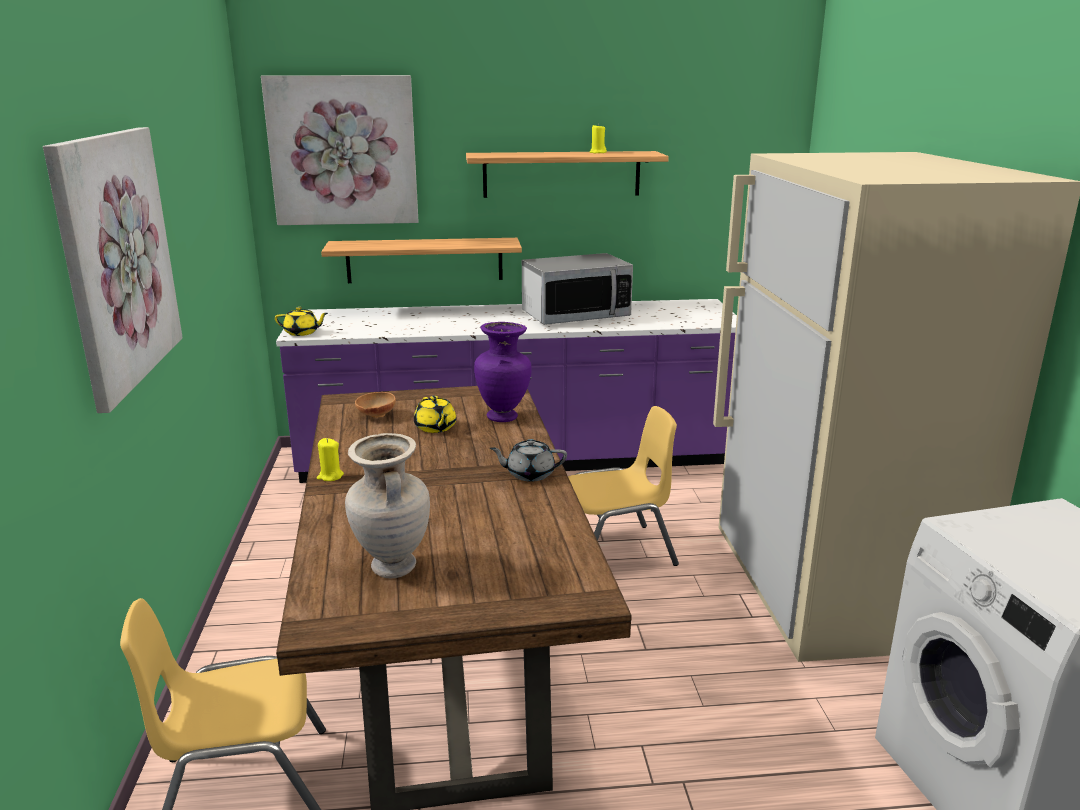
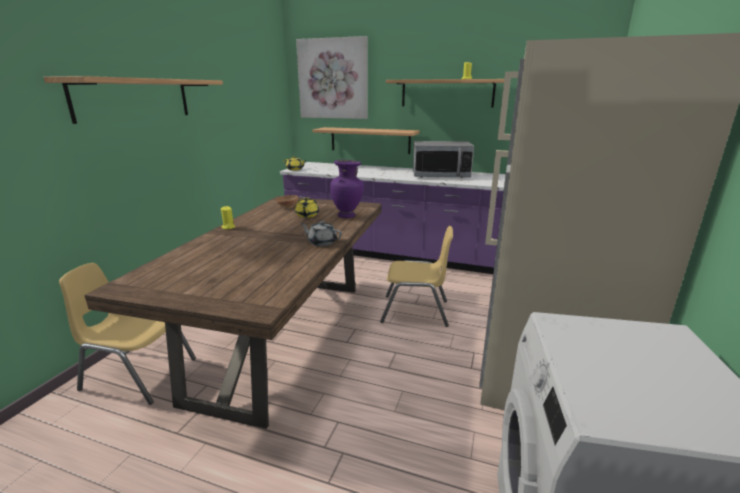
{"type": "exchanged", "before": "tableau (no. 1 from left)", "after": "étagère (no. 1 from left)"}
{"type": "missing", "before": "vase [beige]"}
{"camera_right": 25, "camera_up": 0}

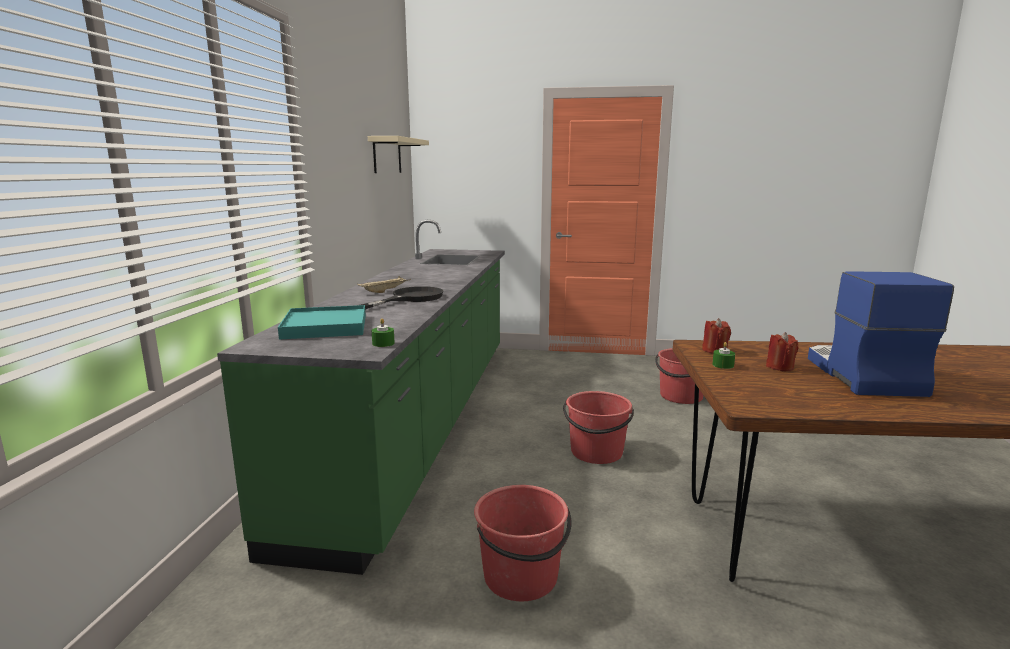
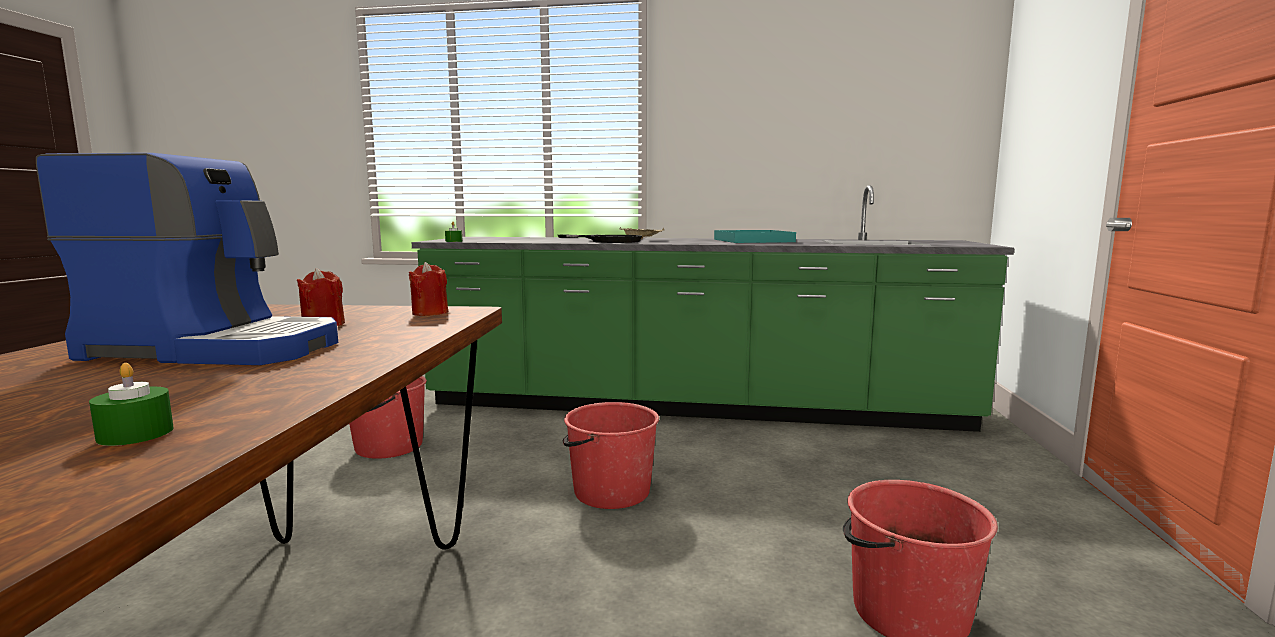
{"type": "missing", "before": "étagère [beige]"}
{"type": "relocated", "before": "plateau [turquoise]"}
{"type": "relocated", "before": "bougie [vert] (no. 2 from left in the first image)", "after": "bougie [vert] (no. 1 from left)"}
{"camera_right": 90, "camera_up": -5}

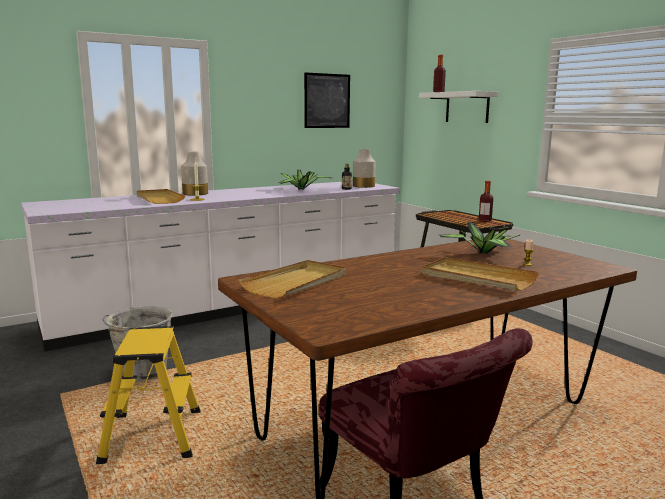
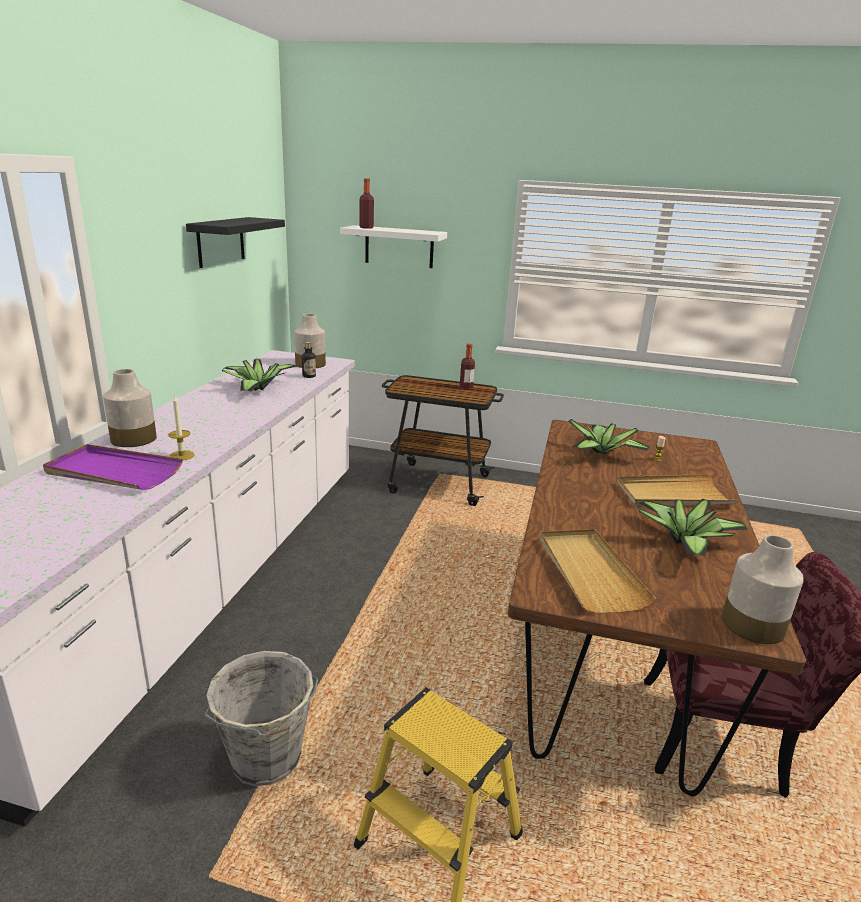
{"type": "exchanged", "before": "tableau", "after": "étagère [noir]"}
{"type": "colour", "before": "plateau [beige] (no. 1 from left)", "after": "plateau [violet]"}
{"type": "appeared", "after": "plante en pot (no. 3 from left)"}
{"type": "appeared", "after": "vase [beige] (no. 3 from left)"}
{"camera_right": -45, "camera_up": 10}

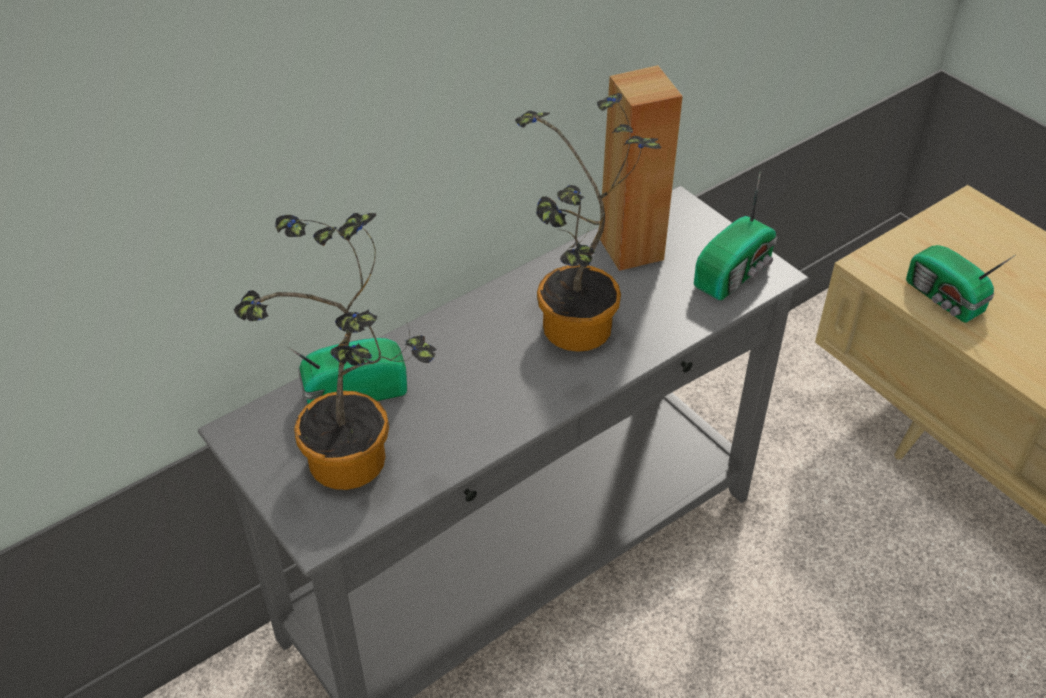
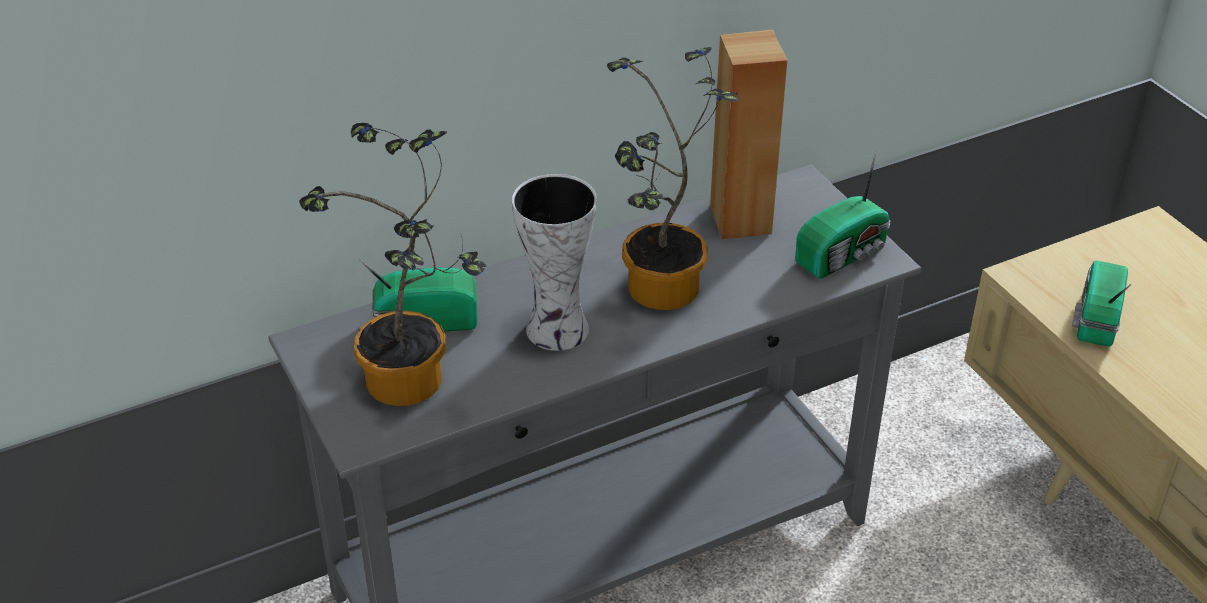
{"type": "spun", "before": "radio (no. 3 from left)", "turn": 45}
{"type": "appeared", "after": "vase"}
{"camera_right": 10, "camera_up": -5}

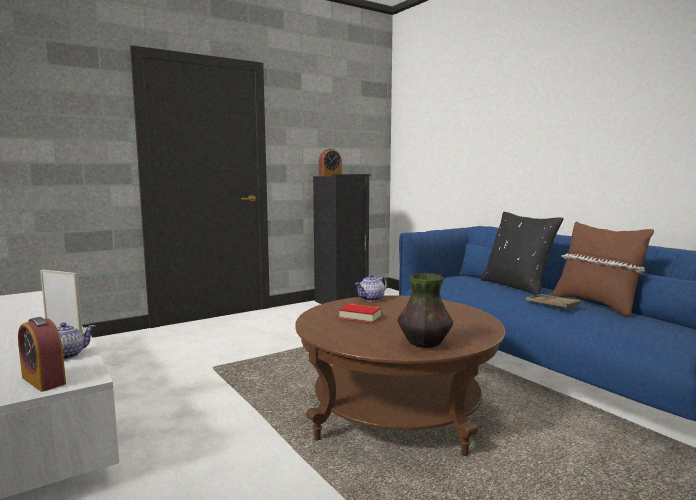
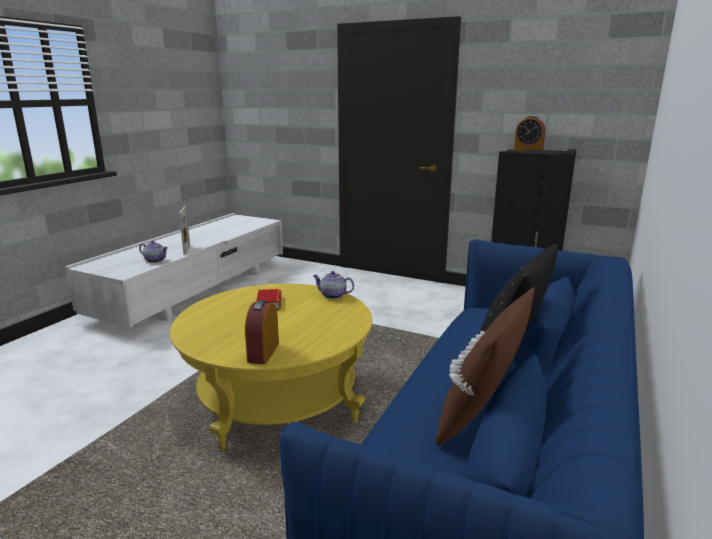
{"type": "missing", "before": "vase"}
{"type": "missing", "before": "plateau [marron]"}
{"type": "colour", "before": "table basse [marron]", "after": "table basse [jaune]"}
{"type": "relocated", "before": "réveil (no. 1 from left)"}
{"camera_right": 60, "camera_up": 10}

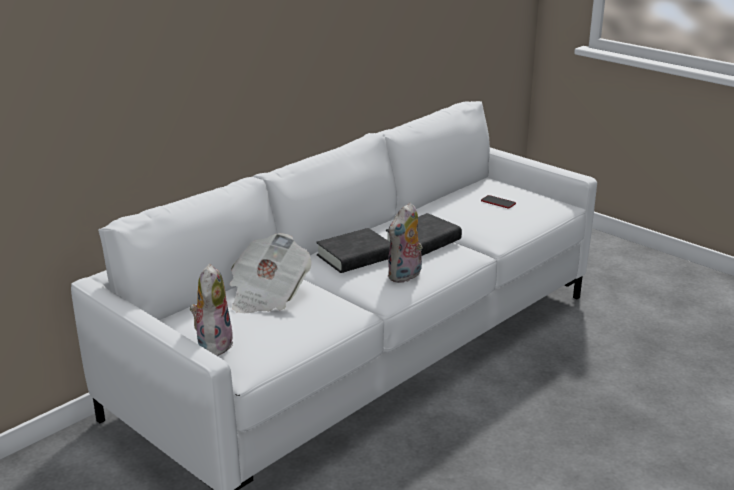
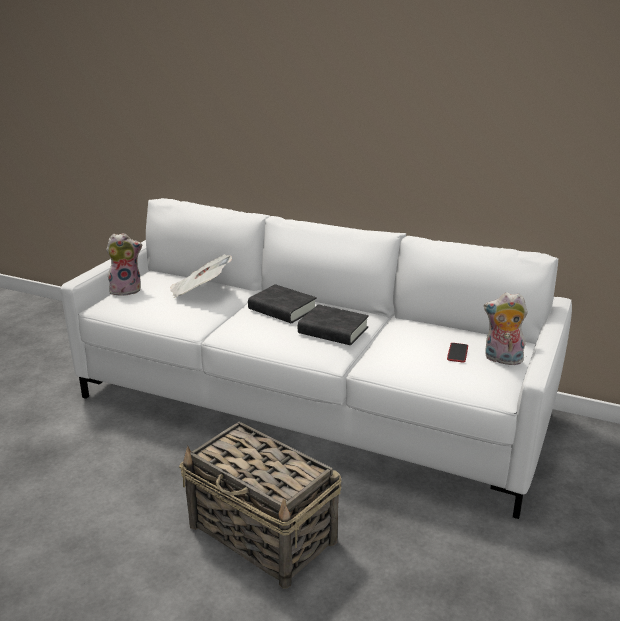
{"type": "relocated", "before": "peluche (no. 2 from left)"}
{"type": "appeared", "after": "panier"}
{"camera_right": 70, "camera_up": 0}

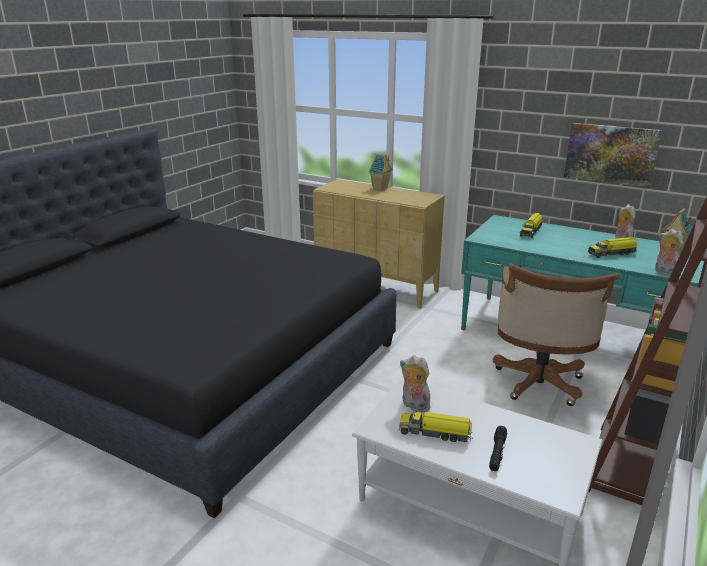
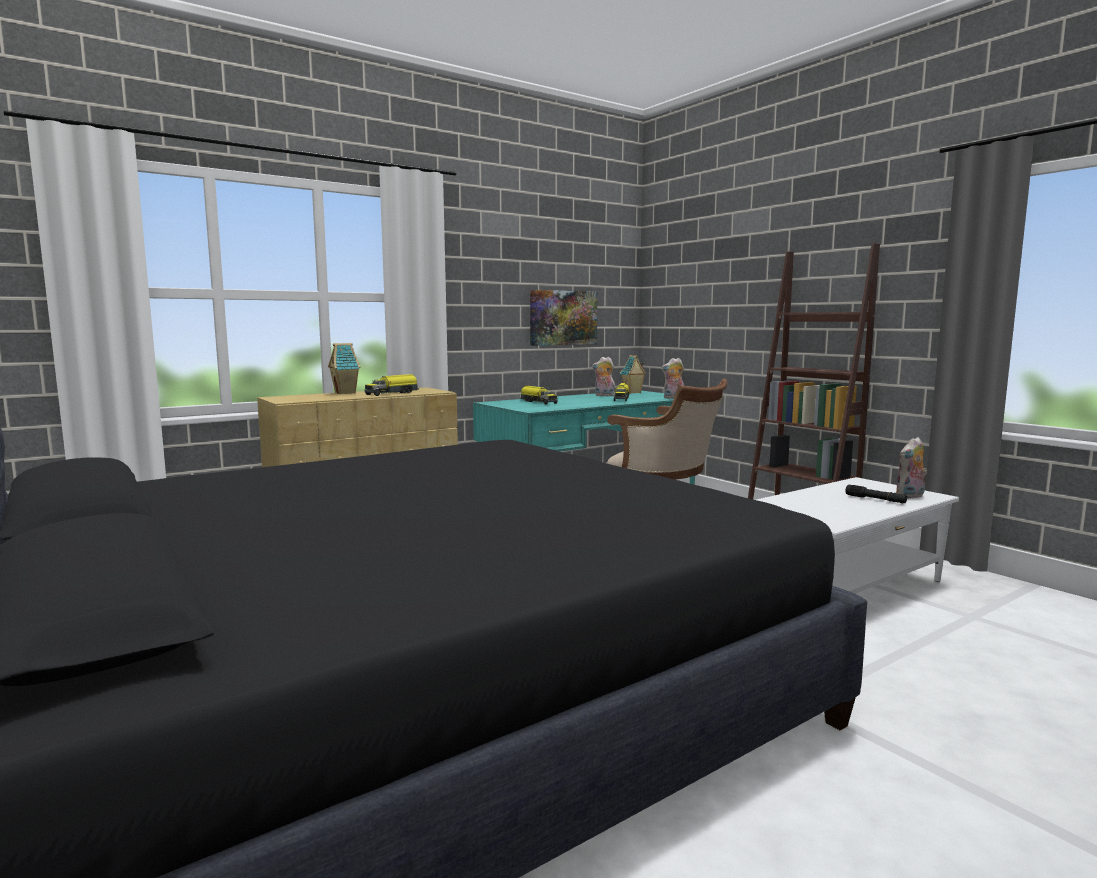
{"type": "relocated", "before": "peluche (no. 1 from left in the first image)", "after": "peluche (no. 3 from left)"}
{"type": "relocated", "before": "camion jouet (no. 1 from left)"}
{"camera_right": -65, "camera_up": -15}

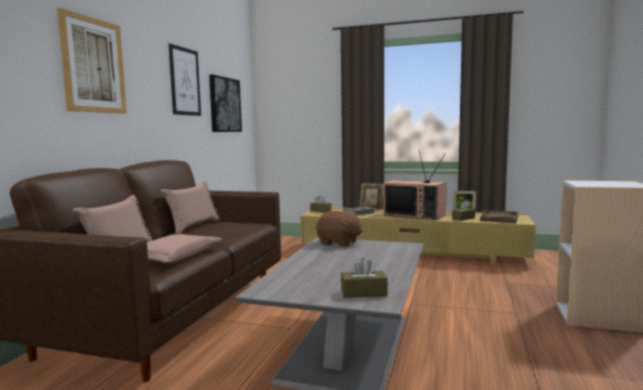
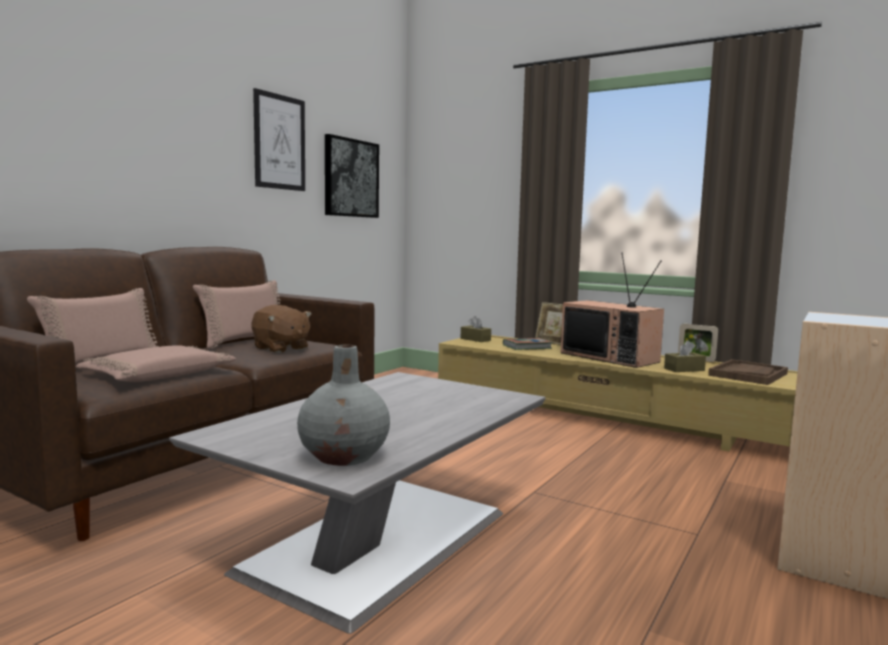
{"type": "missing", "before": "tableau (no. 1 from left)"}
{"type": "relocated", "before": "peluche [marron]"}
{"type": "exchanged", "before": "boîte à mouchoirs [marron] (no. 2 from left)", "after": "vase [gris]"}
{"camera_right": 15, "camera_up": 0}

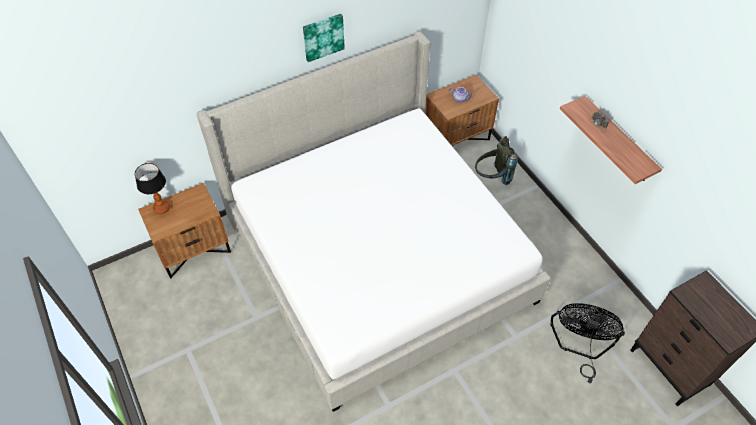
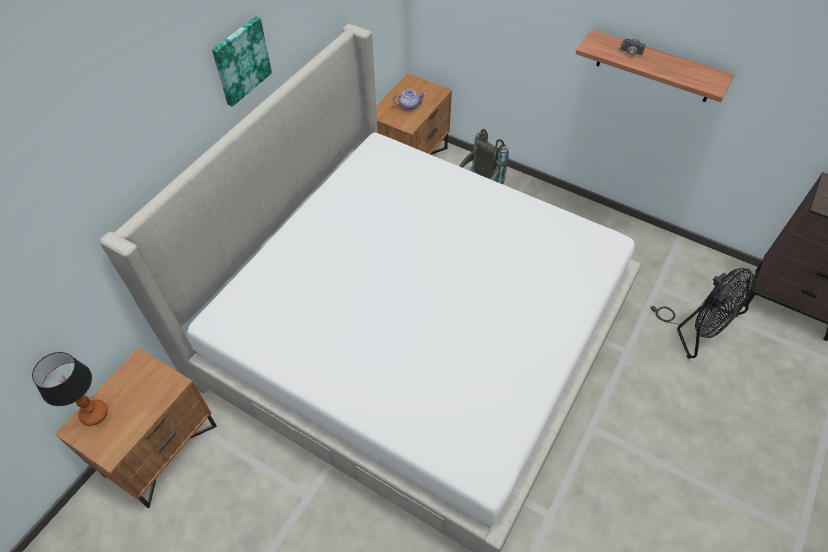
{"type": "spun", "before": "ventilateur [noir]", "turn": 150}
{"camera_right": -30, "camera_up": 0}

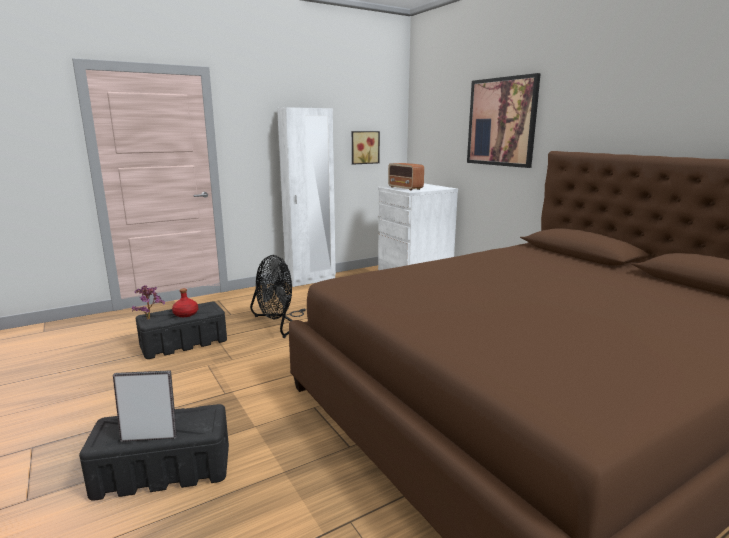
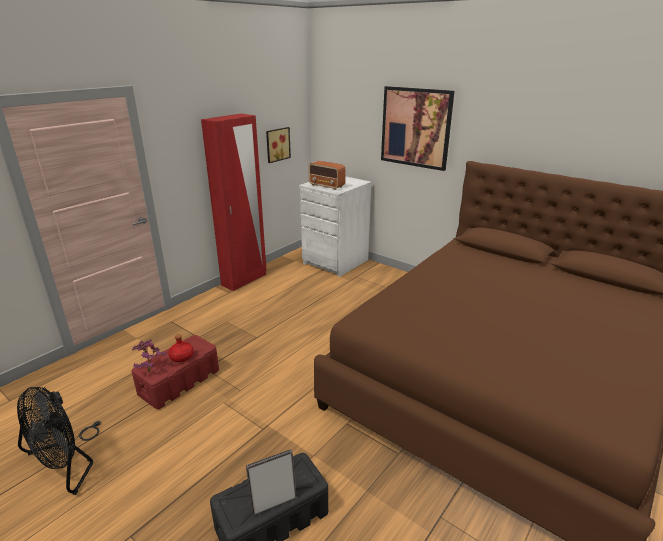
{"type": "colour", "before": "armoire [blanc]", "after": "armoire [rouge]"}
{"type": "relocated", "before": "ventilateur [noir]"}
{"type": "colour", "before": "boîte de rangement [noir] (no. 2 from left)", "after": "boîte de rangement [rouge]"}
{"camera_right": -20, "camera_up": 10}

